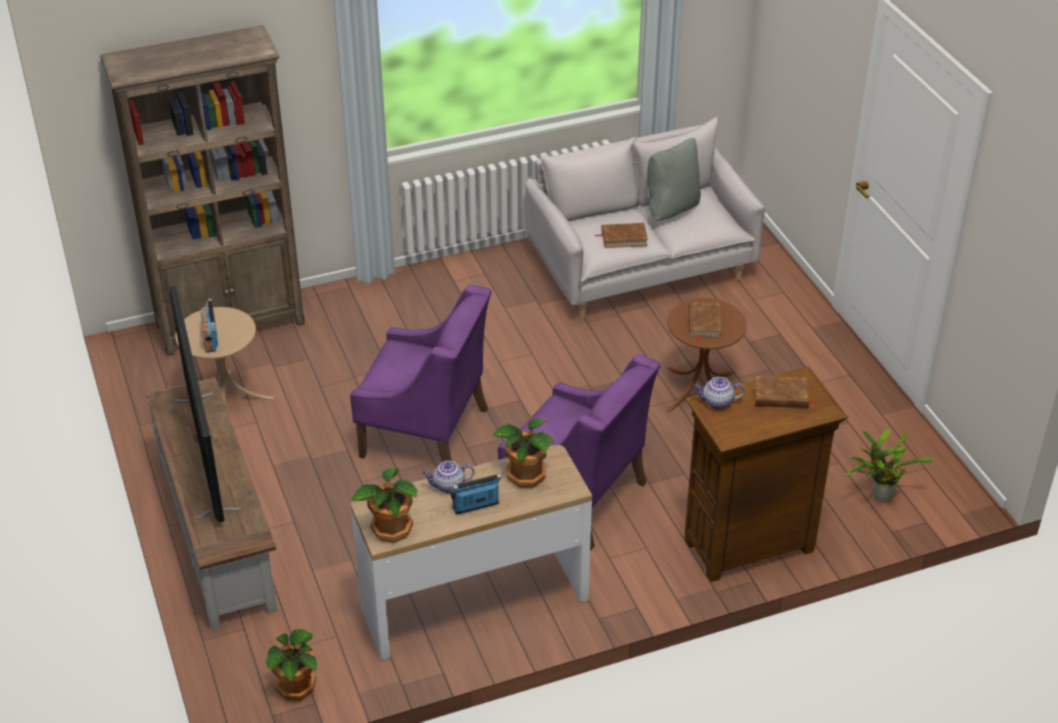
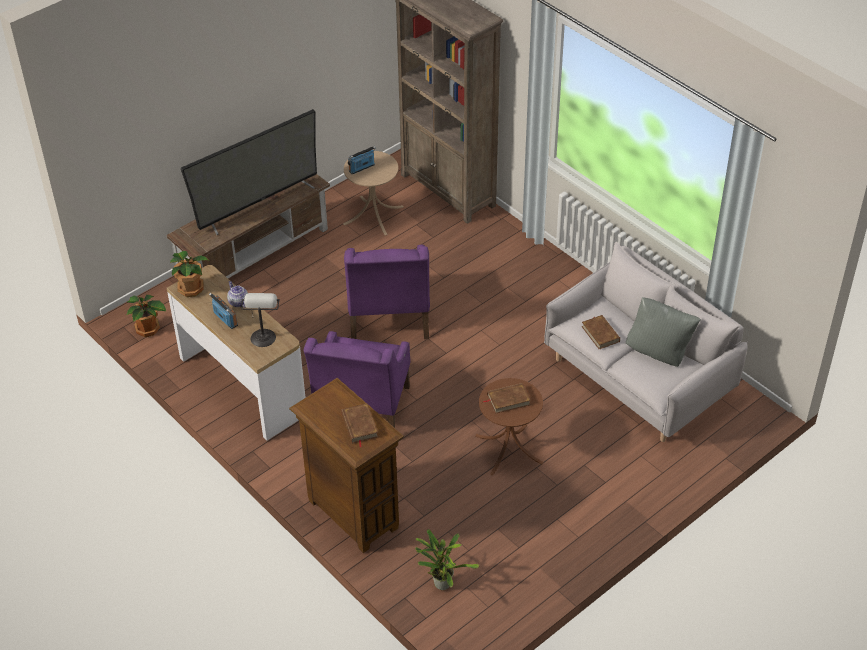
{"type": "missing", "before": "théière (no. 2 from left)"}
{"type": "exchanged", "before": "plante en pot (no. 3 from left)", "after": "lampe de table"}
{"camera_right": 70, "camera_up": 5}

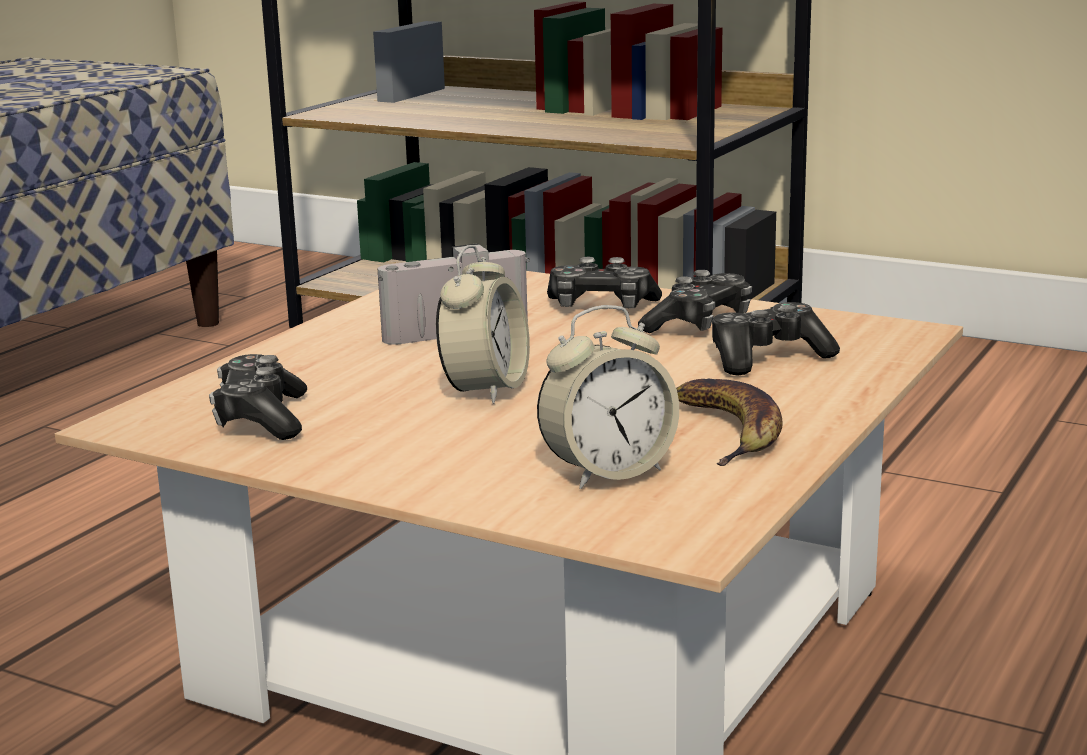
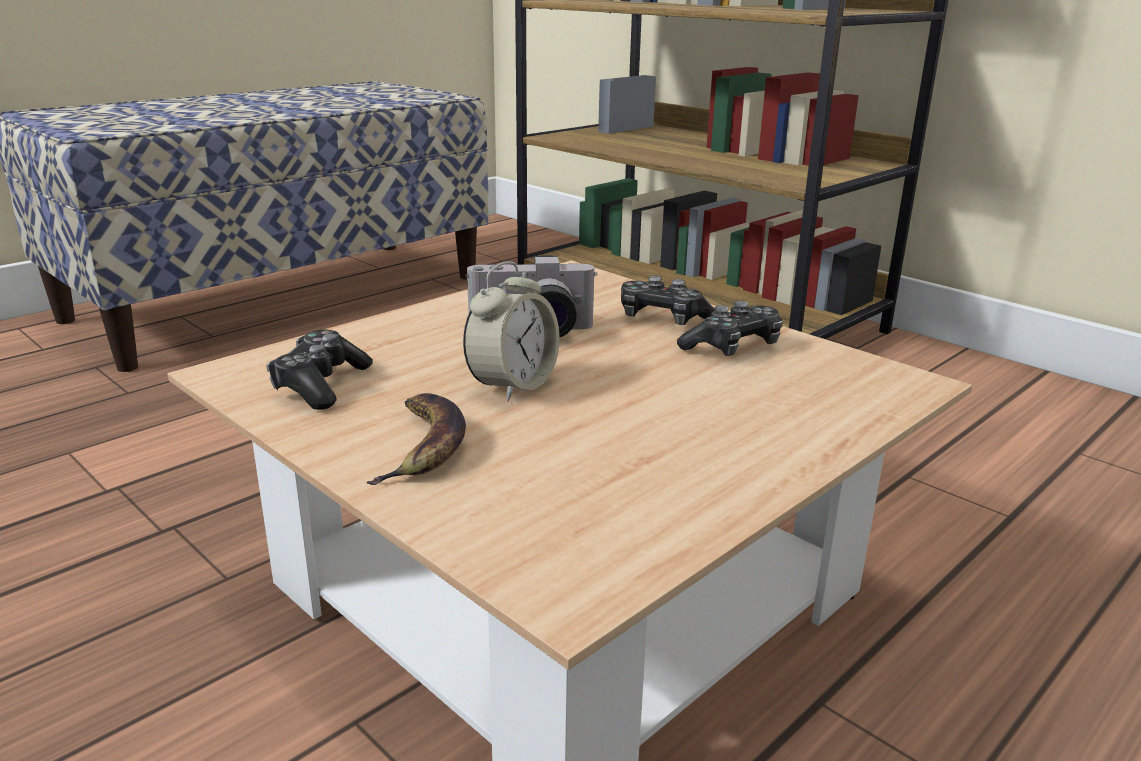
{"type": "missing", "before": "manette (no. 4 from left)"}
{"type": "missing", "before": "réveil (no. 2 from left)"}
{"type": "relocated", "before": "banane"}
{"camera_right": 15, "camera_up": 5}

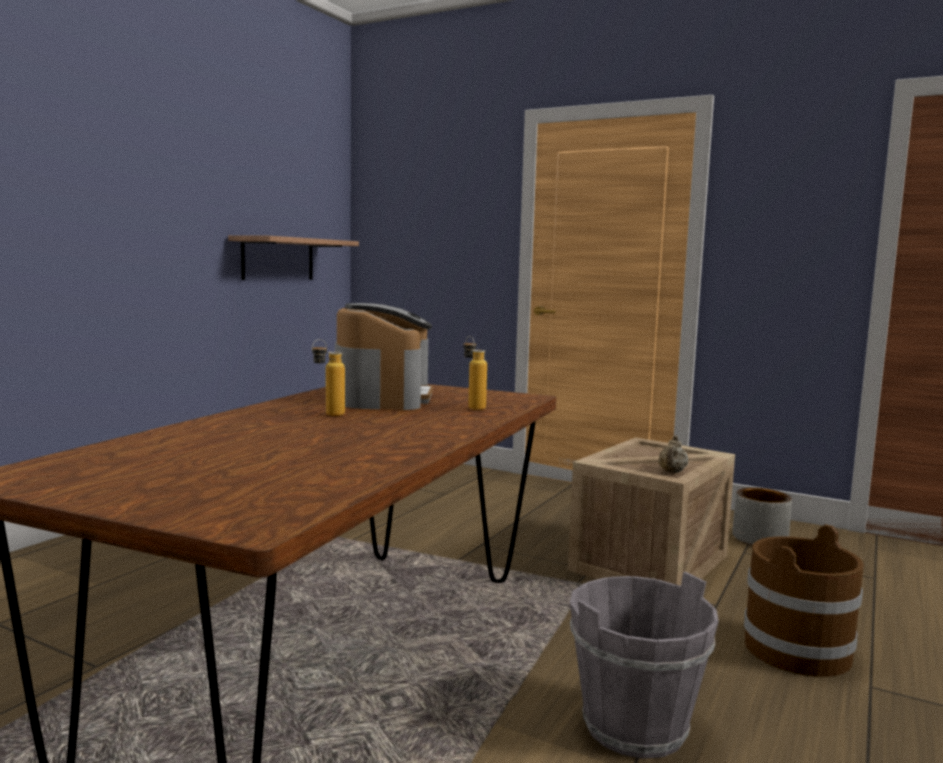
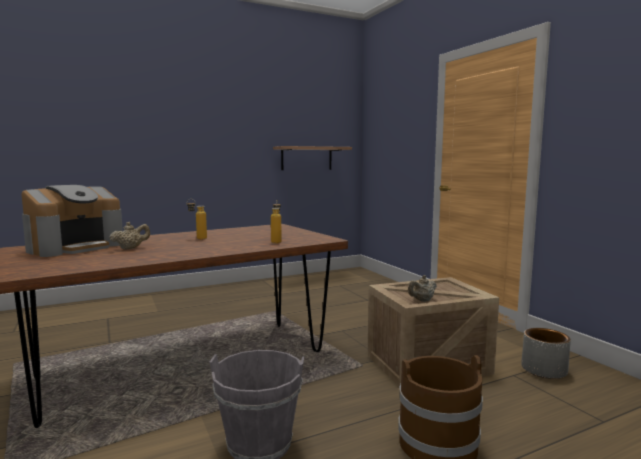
{"type": "relocated", "before": "machine à café"}
{"type": "appeared", "after": "théière [beige] (no. 1 from left)"}
{"camera_right": 35, "camera_up": 0}

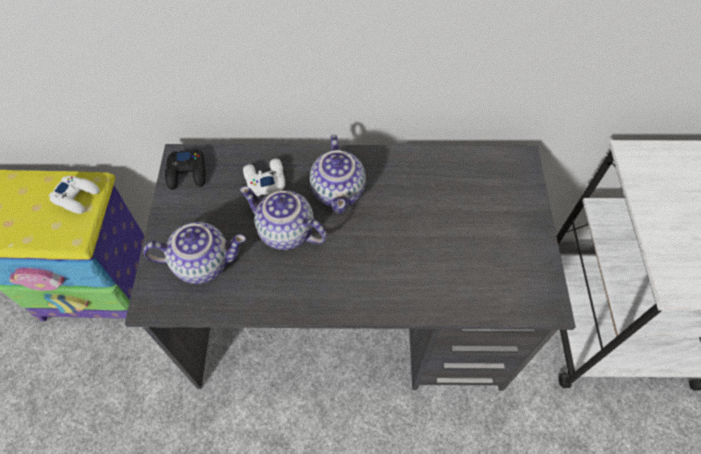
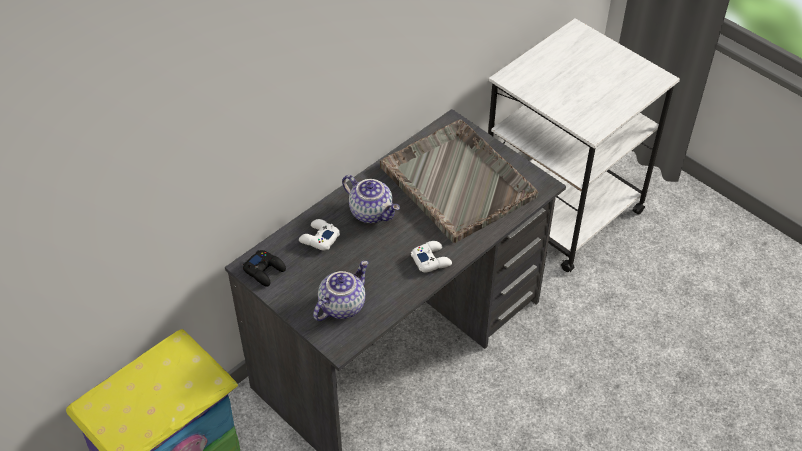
{"type": "relocated", "before": "manette [blanc] (no. 1 from left in the first image)", "after": "manette [blanc] (no. 2 from left)"}
{"type": "missing", "before": "théière (no. 2 from left)"}
{"type": "appeared", "after": "plateau [gris]"}
{"camera_right": -45, "camera_up": -10}

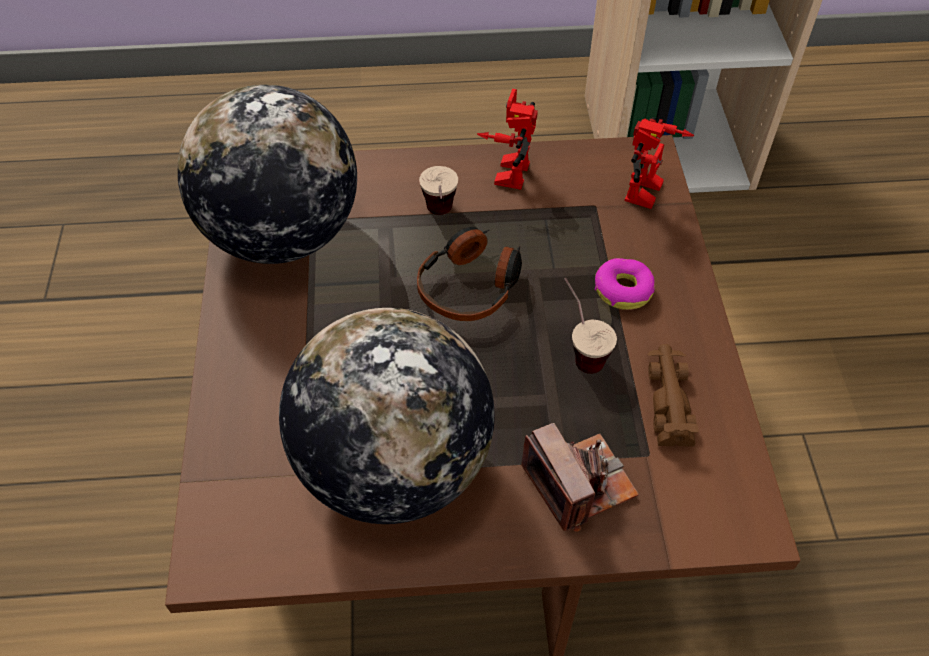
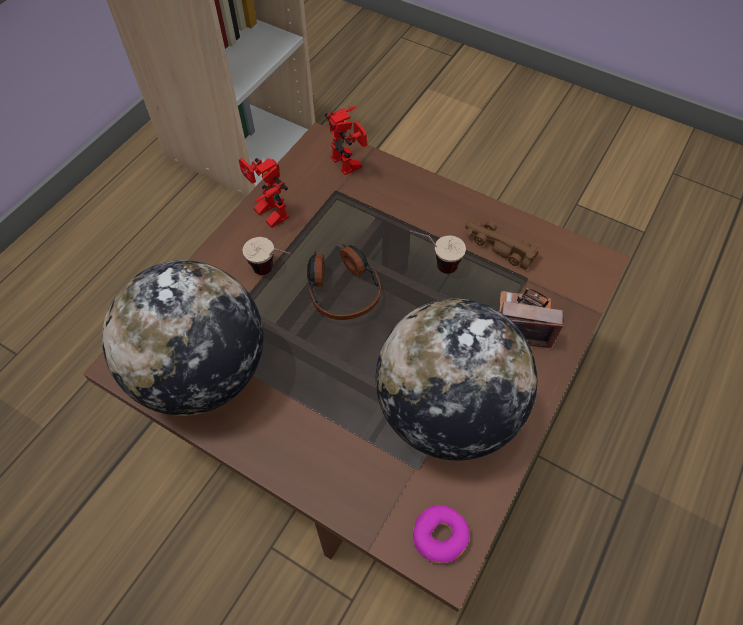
{"type": "relocated", "before": "beignet"}
{"camera_right": -55, "camera_up": 5}

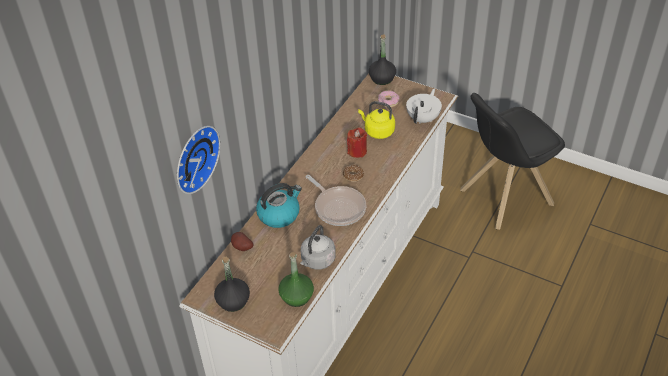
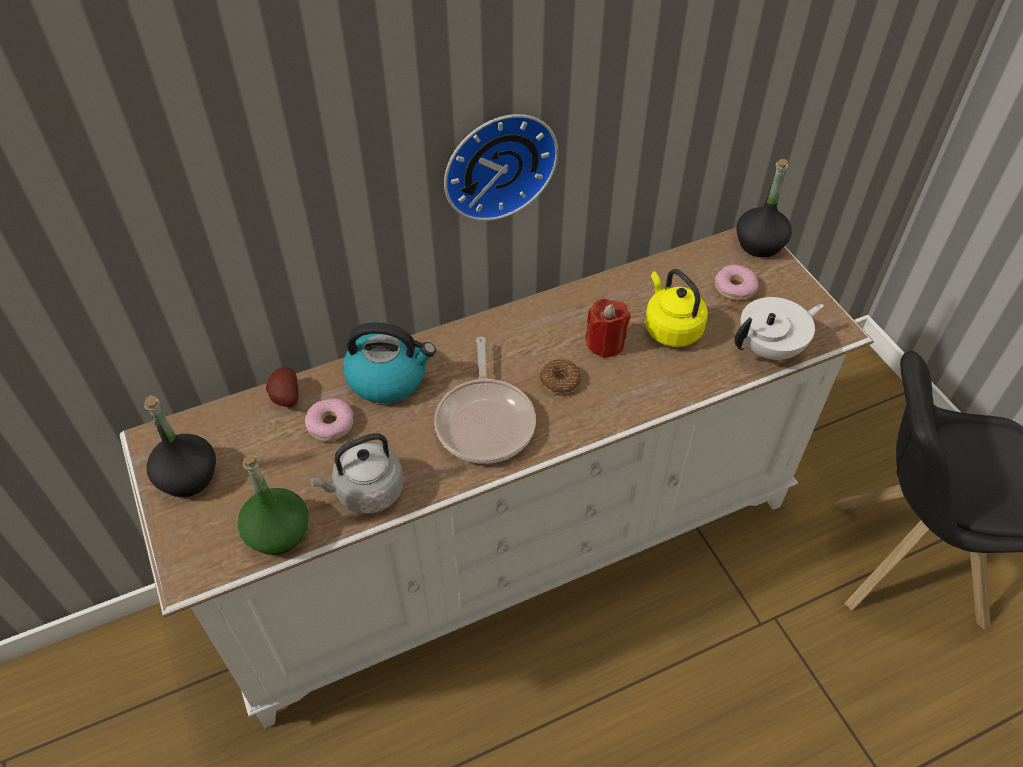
{"type": "relocated", "before": "horloge murale"}
{"type": "appeared", "after": "beignet (no. 1 from left)"}
{"camera_right": 35, "camera_up": 5}

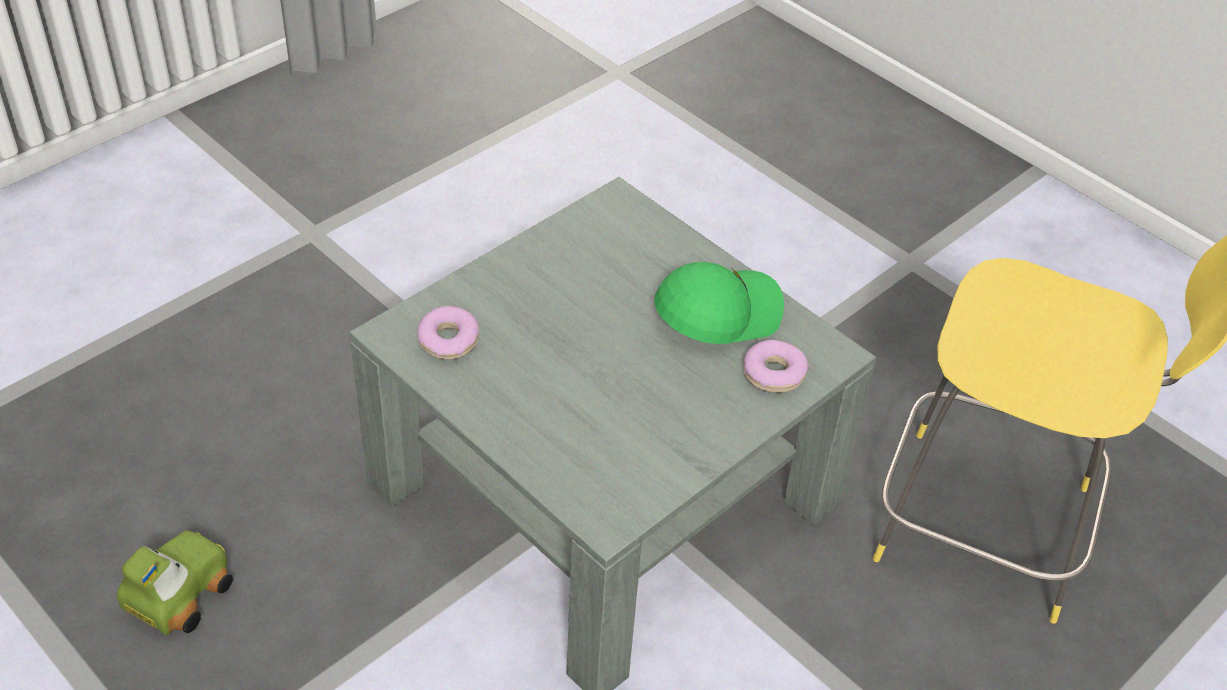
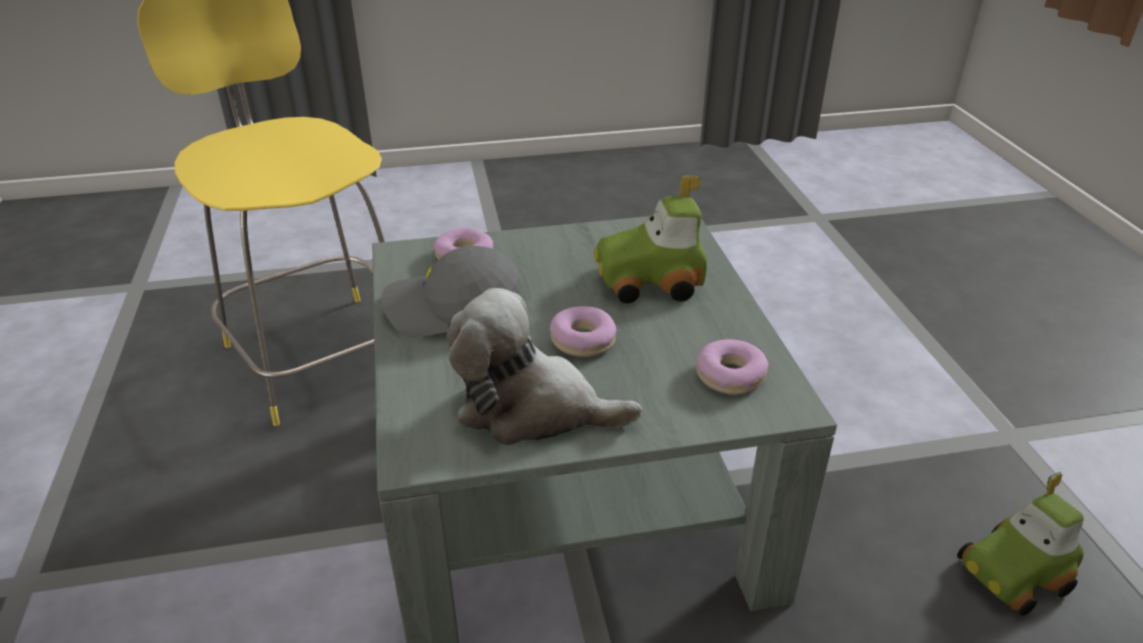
{"type": "colour", "before": "casquette [vert]", "after": "casquette [gris]"}
{"type": "appeared", "after": "petite voiture (no. 1 from left)"}
{"type": "appeared", "after": "peluche"}
{"type": "appeared", "after": "beignet (no. 2 from left)"}
{"camera_right": -145, "camera_up": -10}

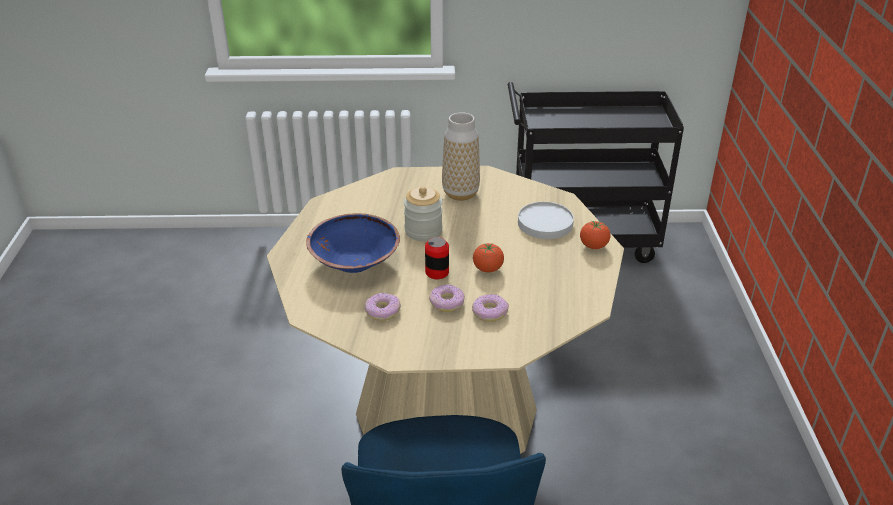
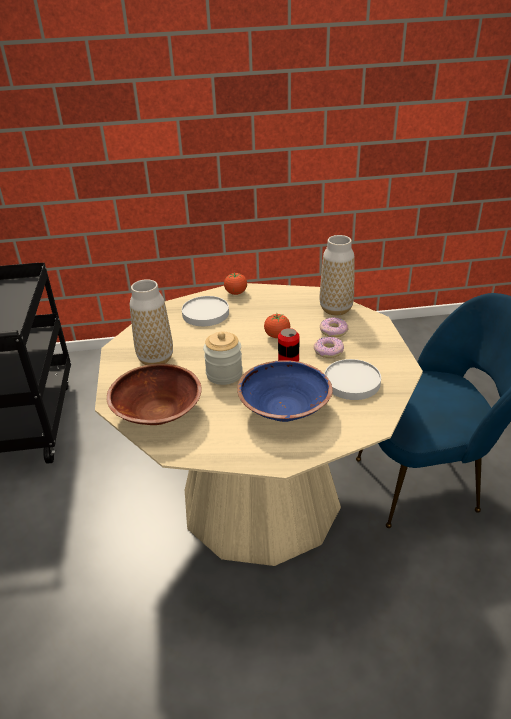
{"type": "exchanged", "before": "beignet (no. 1 from left)", "after": "assiette [blanc] (no. 2 from left)"}
{"type": "appeared", "after": "vase (no. 2 from left)"}
{"type": "appeared", "after": "bol [marron]"}
{"camera_right": -95, "camera_up": 0}

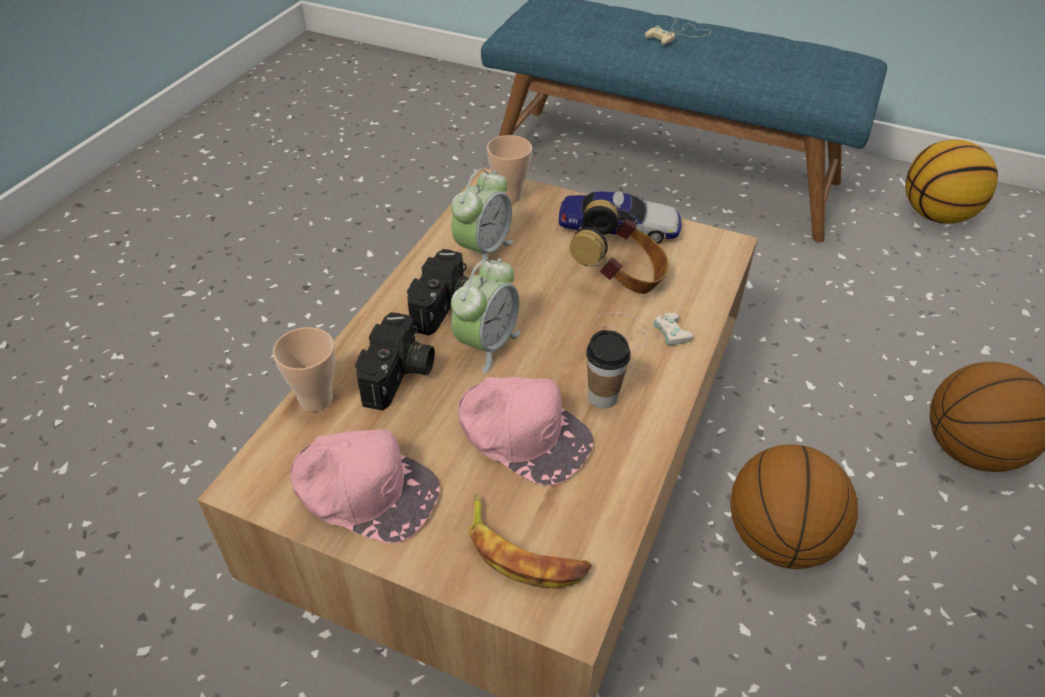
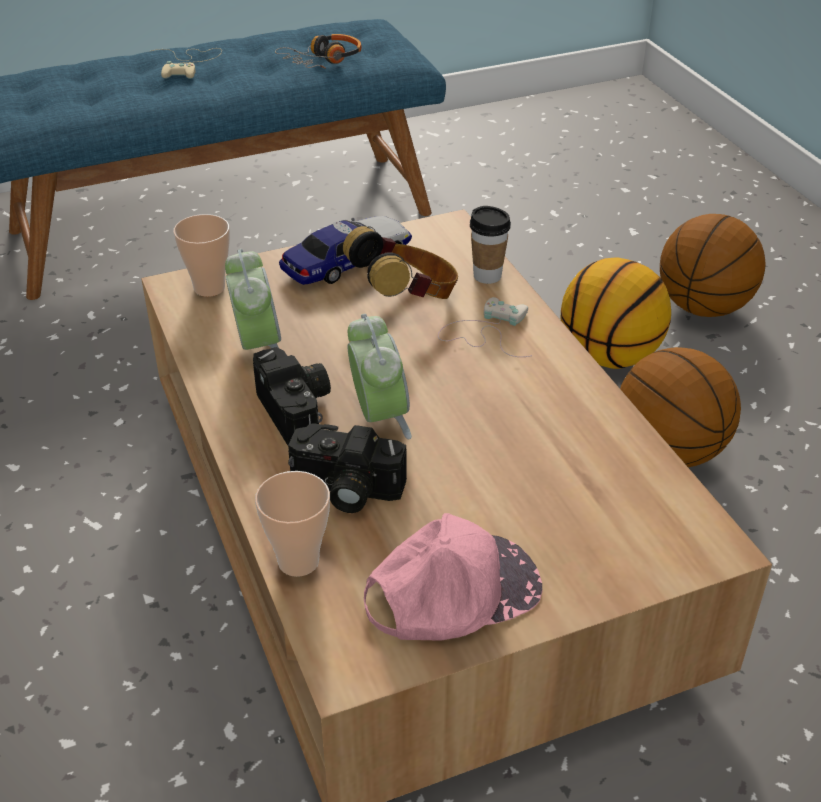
{"type": "relocated", "before": "ballon de basket (no. 2 from left in the first image)", "after": "ballon de basket (no. 1 from left)"}
{"type": "spun", "before": "appareil photo (no. 1 from left in the first image)", "turn": 135}
{"type": "relocated", "before": "tasse (no. 3 from left)"}
{"type": "missing", "before": "casquette [rose] (no. 2 from left)"}
{"type": "missing", "before": "banane"}
{"type": "appeared", "after": "casque audio (no. 1 from left)"}
{"camera_right": -45, "camera_up": -5}

